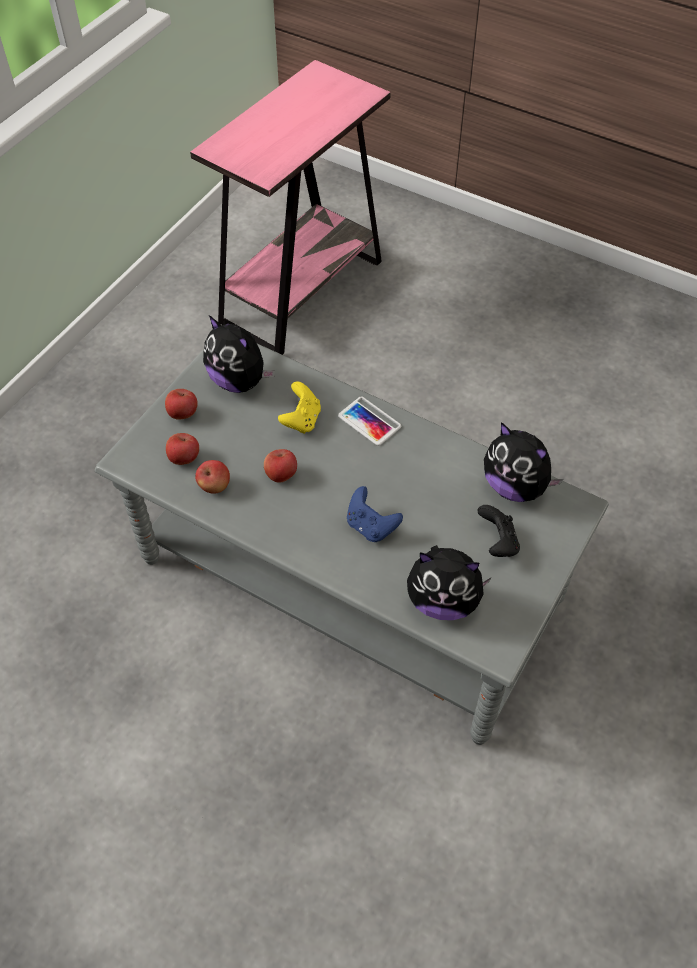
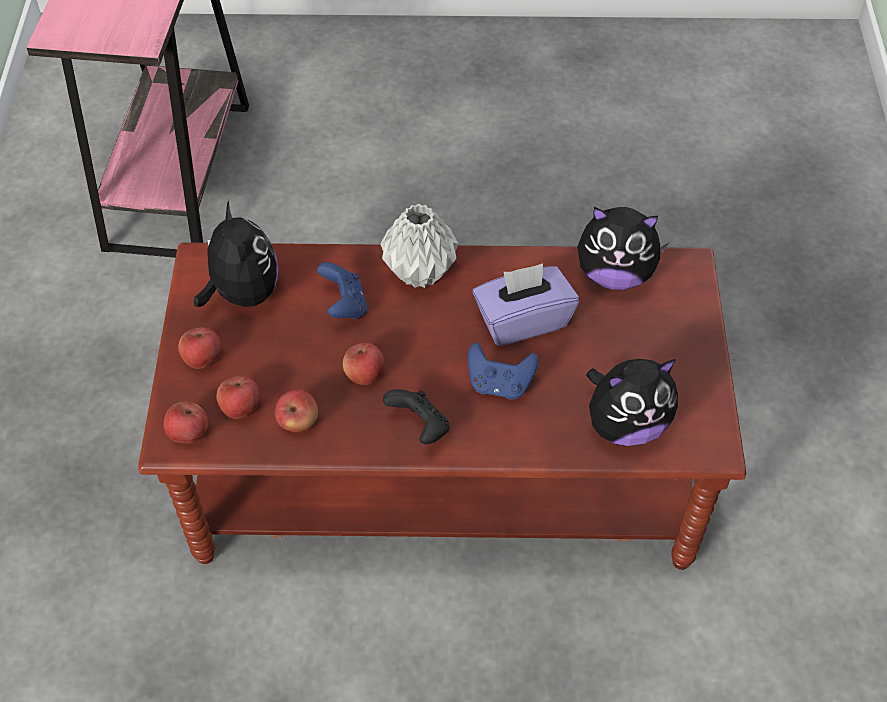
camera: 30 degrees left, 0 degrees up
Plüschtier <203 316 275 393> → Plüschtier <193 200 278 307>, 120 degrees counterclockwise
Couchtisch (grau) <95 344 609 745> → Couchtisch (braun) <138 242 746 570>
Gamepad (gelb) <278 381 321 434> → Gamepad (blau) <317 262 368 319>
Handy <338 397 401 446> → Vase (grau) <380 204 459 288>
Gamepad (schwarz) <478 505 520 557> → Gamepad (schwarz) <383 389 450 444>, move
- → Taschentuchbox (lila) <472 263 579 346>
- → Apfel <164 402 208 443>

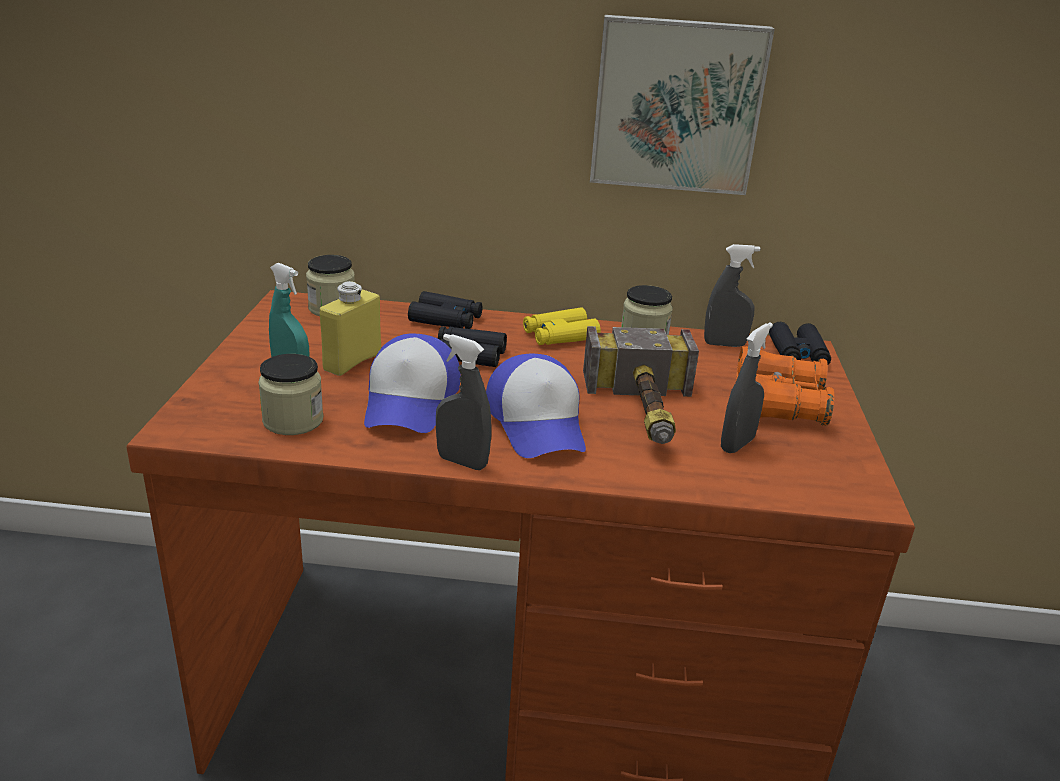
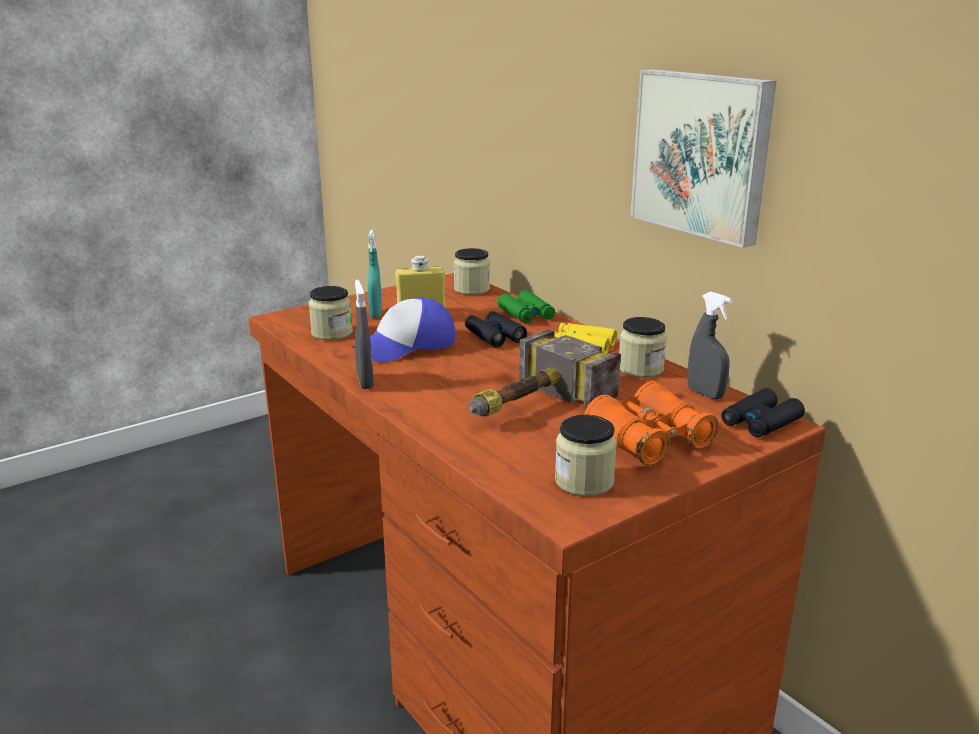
camera: 50 degrees right, 5 degrees down
Fernglas (schwarz) <408 291 483 329> → Fernglas (grün) <497 290 555 323>
Sprühflasche (grau) <721 323 773 453> → -
Kappe <486 354 586 458> → -
- → Vorratsglas <555 415 617 496>

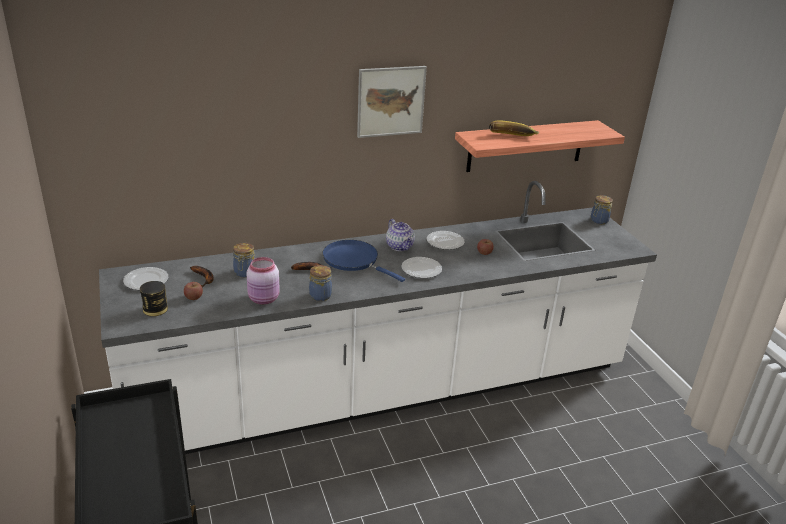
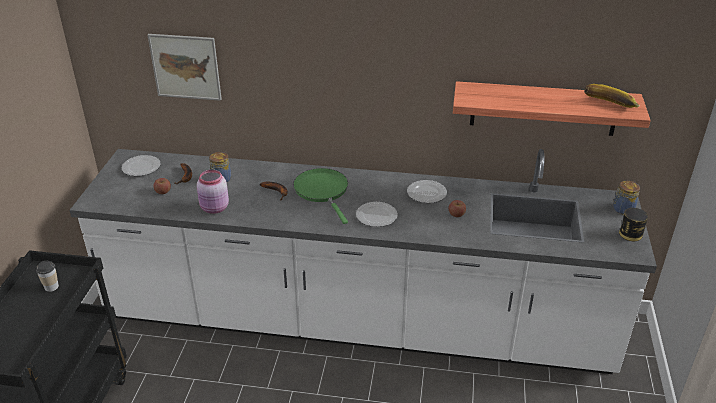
camera: 30 degrees right, 5 degrees up
Bild <357 66 427 138> → Bild <147 34 222 101>, move
Banane <489 121 539 136> → Banane <584 84 640 108>, move
Teekanne <386 219 415 251> → -
Pfanne (blau) <322 240 405 282> → Pfanne (grün) <293 168 348 224>
Vorratsglas <309 265 332 301> → -
Dose <140 281 168 316> → Dose <619 208 648 241>, move
- → Tasse <36 261 59 292>

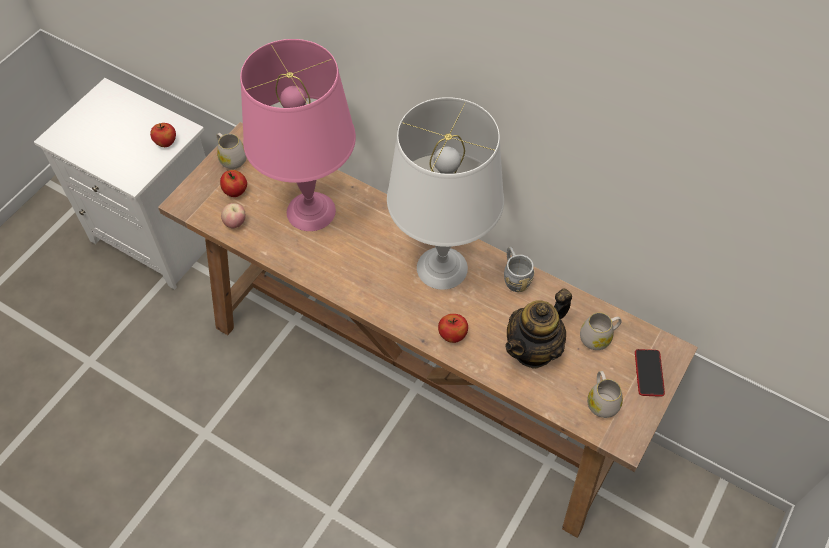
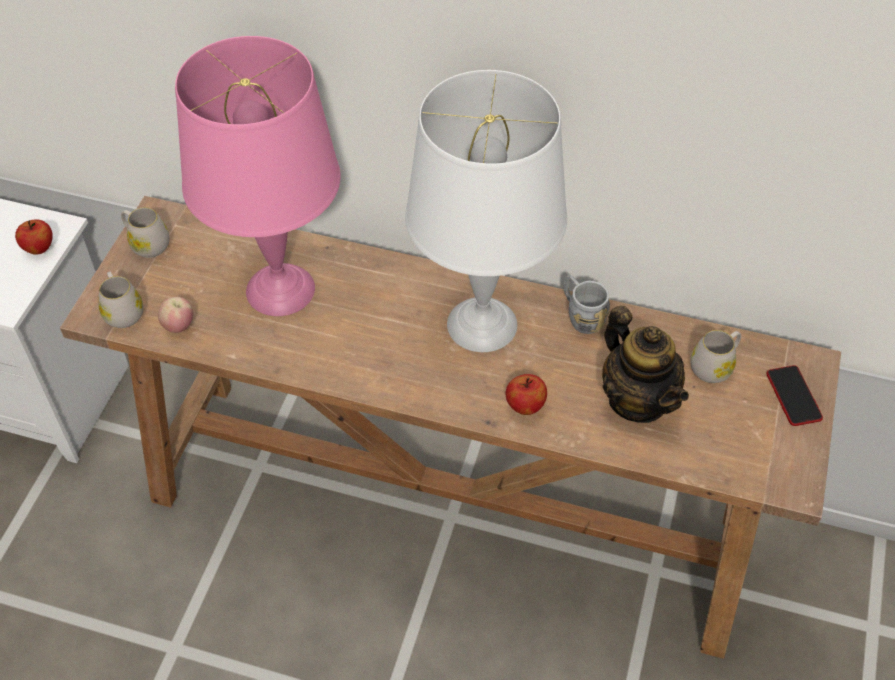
camera: 15 degrees left, 5 degrees down
Apfel <220 170 247 197> → -
Teekanne <505 289 572 369> → Teekanne <602 306 689 423>, 60 degrees counterclockwise
Henkelbecher (weiß) <587 371 623 418> → Henkelbecher (weiß) <98 271 144 328>, move

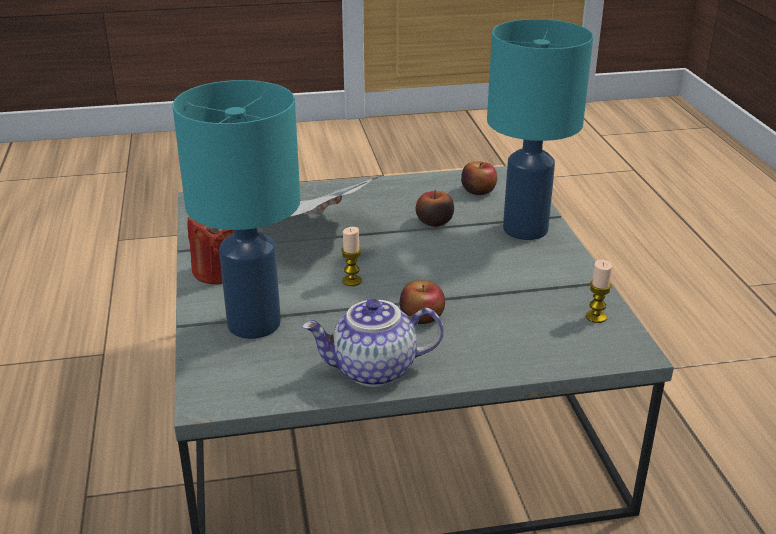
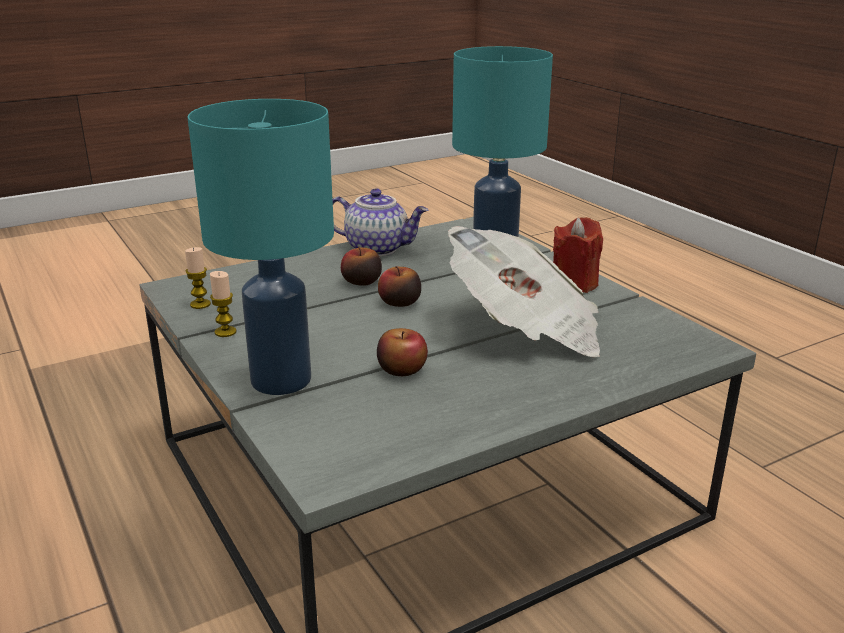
camera: 160 degrees right, 5 degrees down
Apfel <461 161 497 195> → Apfel <378 266 421 307>, move
Kerze <341 227 362 286> → Kerze <210 271 237 337>, move
Teekanne <302 299 444 387> → Teekanne <333 188 428 257>, 45 degrees clockwise

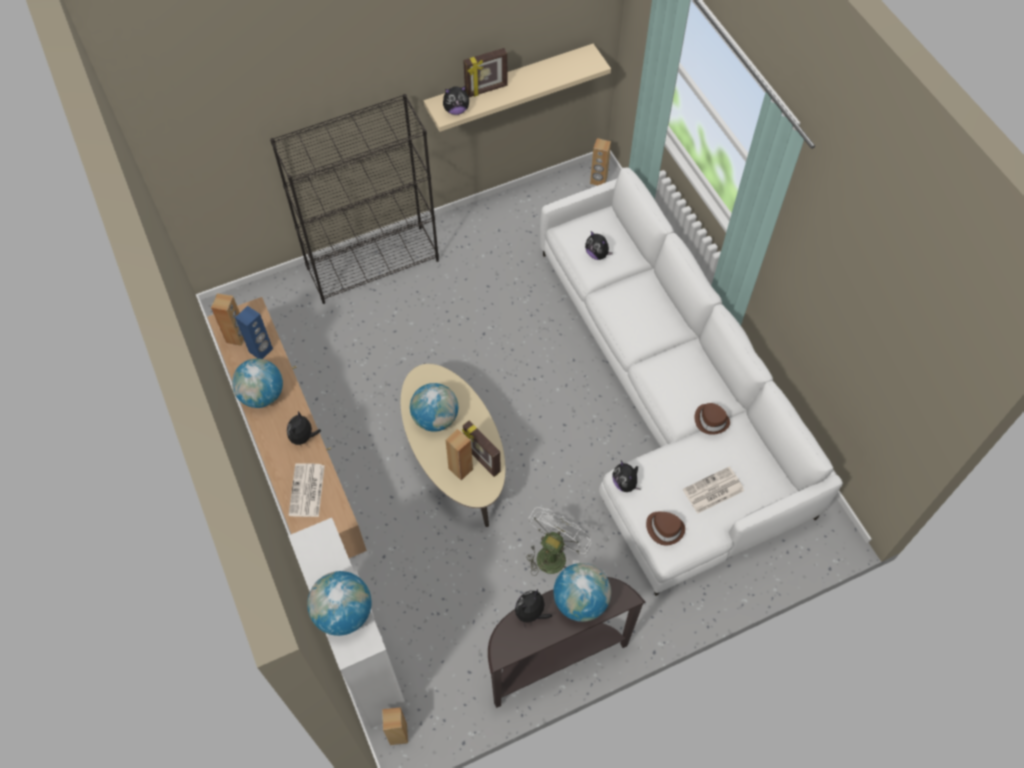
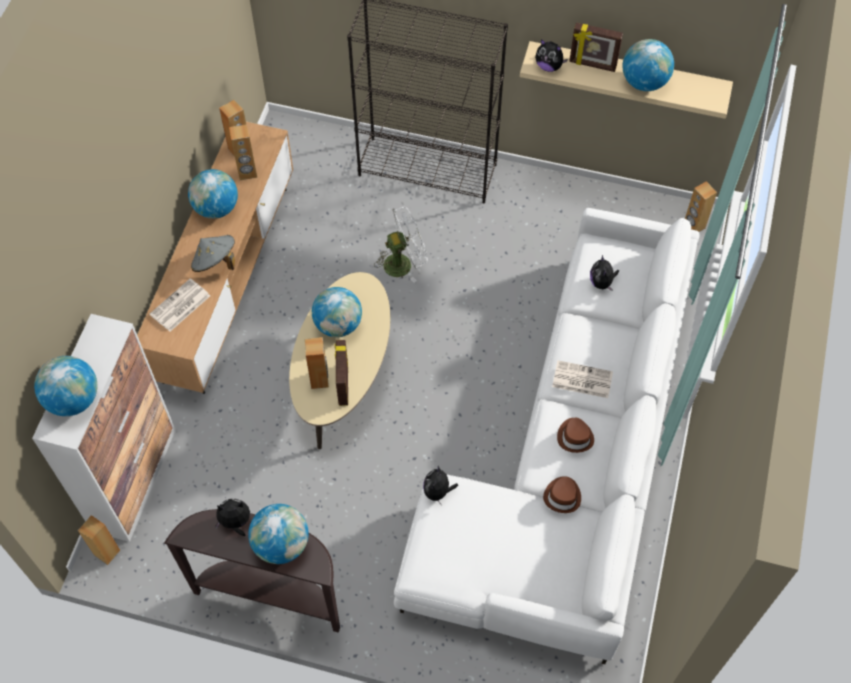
camera: 40 degrees right, 0 degrees up
Lautsprecher (blau) <235 306 273 359> → Lautsprecher (braun) <229 124 257 180>
Plüschtier <287 411 321 448> → Hut (grau) <191 235 235 272>
Zeitung <683 466 744 514> → Zeitung <552 360 613 398>, move
Ventilator (weiß) <526 507 592 576> → Ventilator (weiß) <374 207 428 283>, move
Hut (braun) <646 512 685 545> → Hut (braun) <557 418 594 453>, move
- → Globus <622 39 674 91>

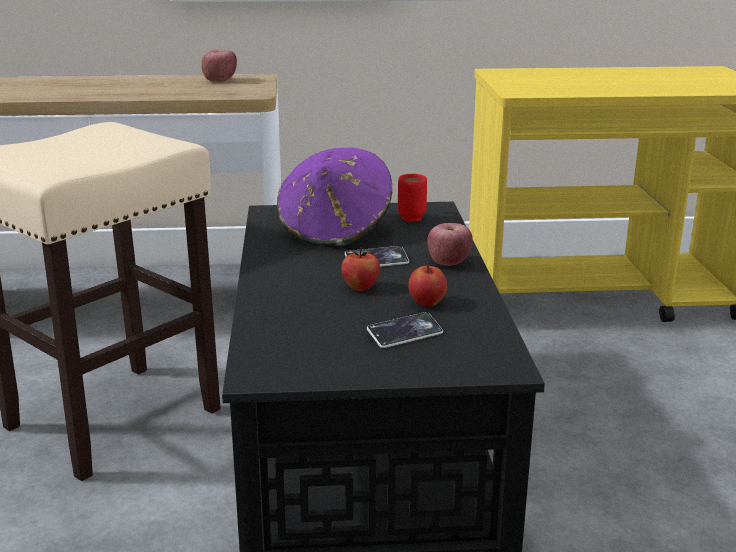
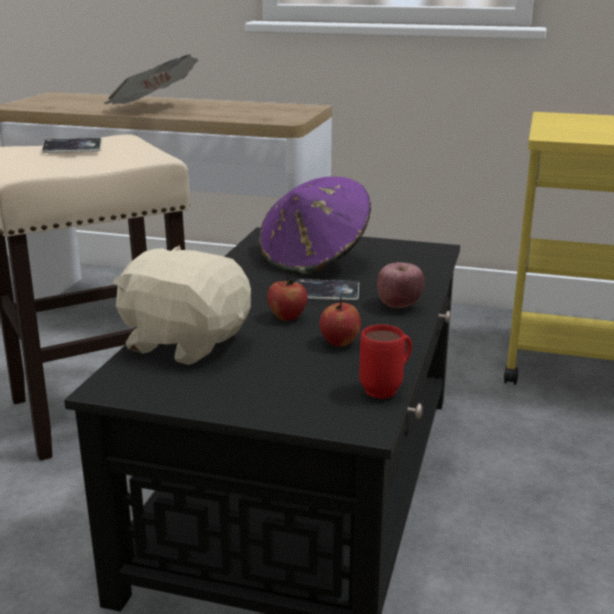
camera: 20 degrees right, 0 degrees up
Apfel <201 49 237 82> → -
Henkelbecher (rot) <398 174 427 222> → Henkelbecher (rot) <359 324 412 399>, move
Handy <367 312 443 348> → Handy <42 138 102 153>, move
- → Zeitung <104 54 198 105>
- → Plüschtier (beige) <113 245 251 365>

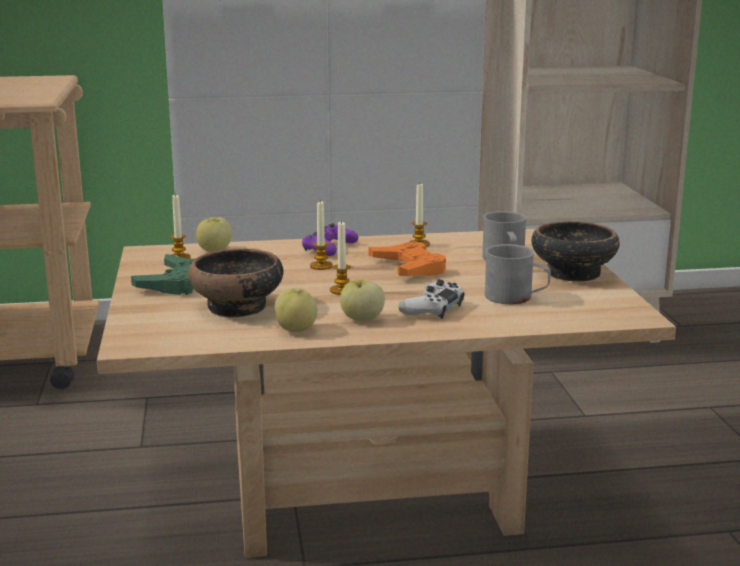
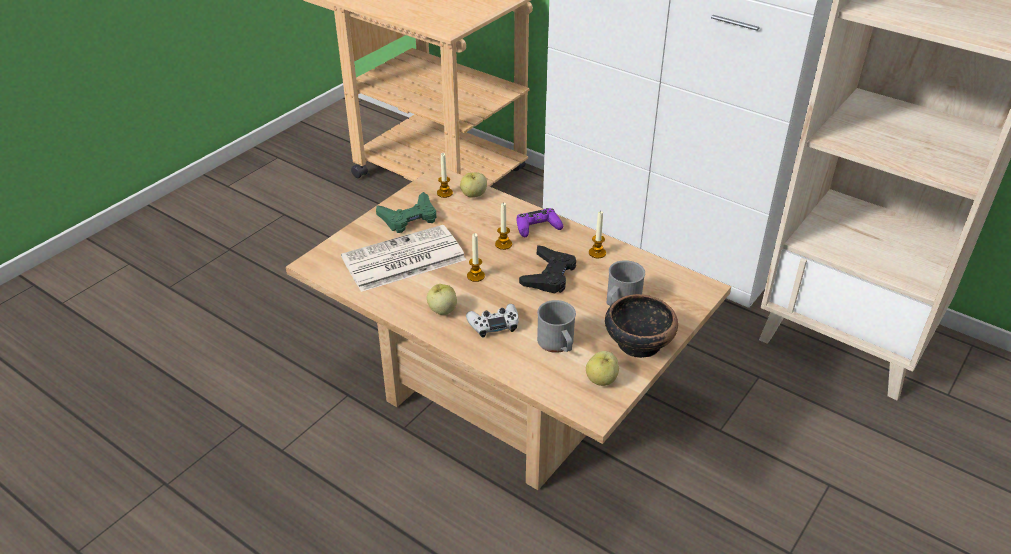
camera: 45 degrees right, 20 degrees up
Gamepad (orange) <368 242 446 276> → Gamepad (schwarz) <519 245 576 294>
Schüssel <188 249 284 317> → Zeitung <341 225 466 292>
Apfel <275 288 318 332> → Apfel <586 351 619 386>, move

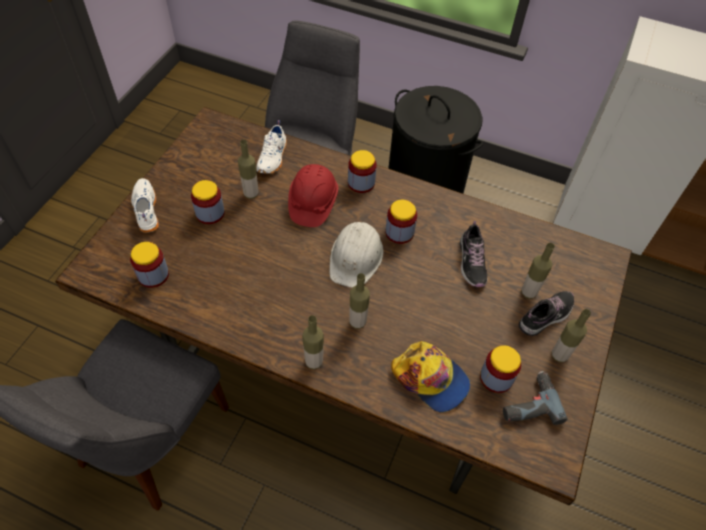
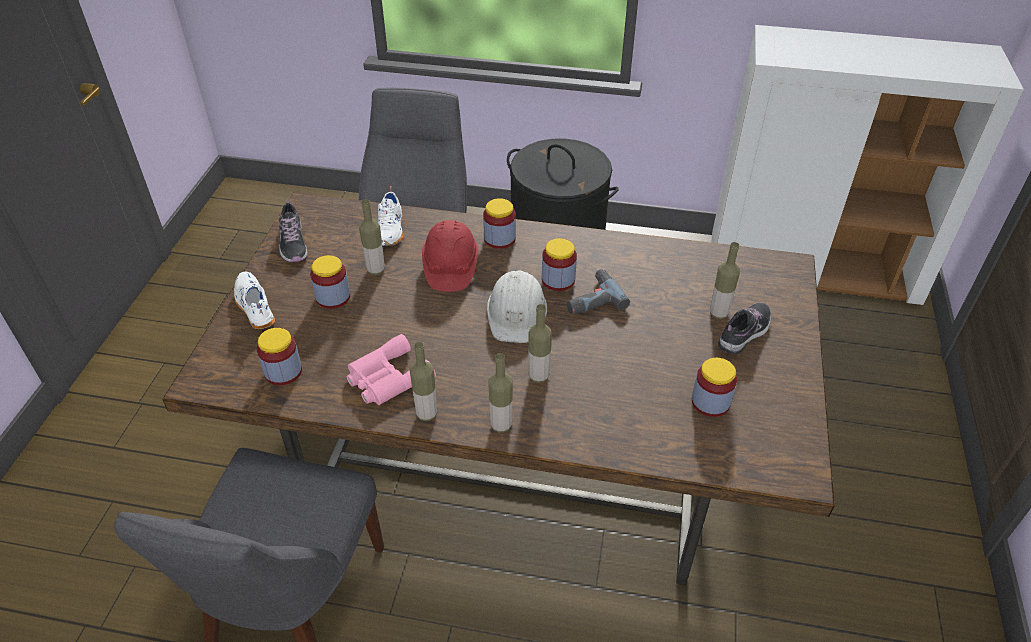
camera: 10 degrees left, 10 degrees down
Schuh <460 221 488 287> → Schuh <279 199 307 262>, move
Flasche <552 309 591 362> → Flasche <410 342 437 421>, move
Kappe <391 341 470 412> → -
Bohrmaschine <503 371 568 425> → Bohrmaschine <567 269 630 314>, move
- → Fernglas (rosa) <347 334 436 405>

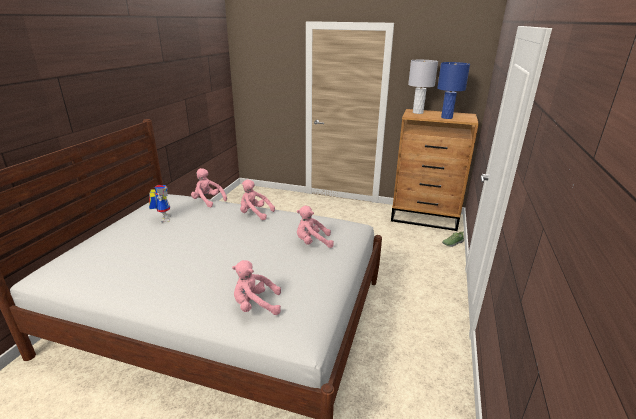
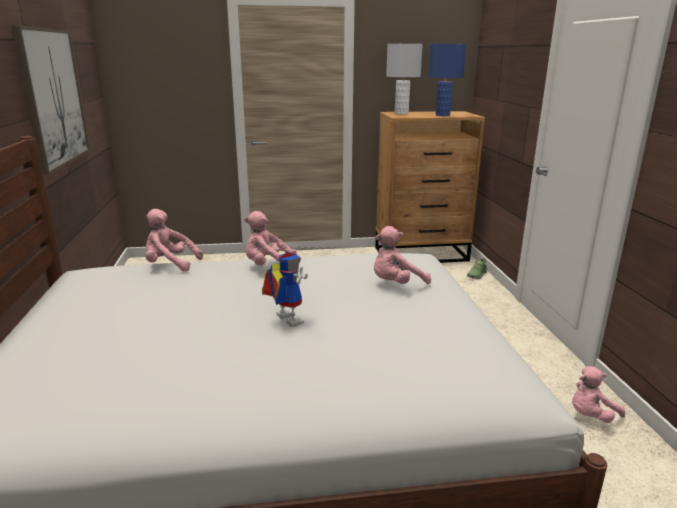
camera: 25 degrees left, 5 degrees down
Spielzeugroboter <149 185 172 222> → Spielzeugroboter <262 252 308 327>, move
Plüschtier (rosa) <232 260 281 315> → Plüschtier (rosa) <572 366 625 423>, move
- → Bild <11 25 90 175>

